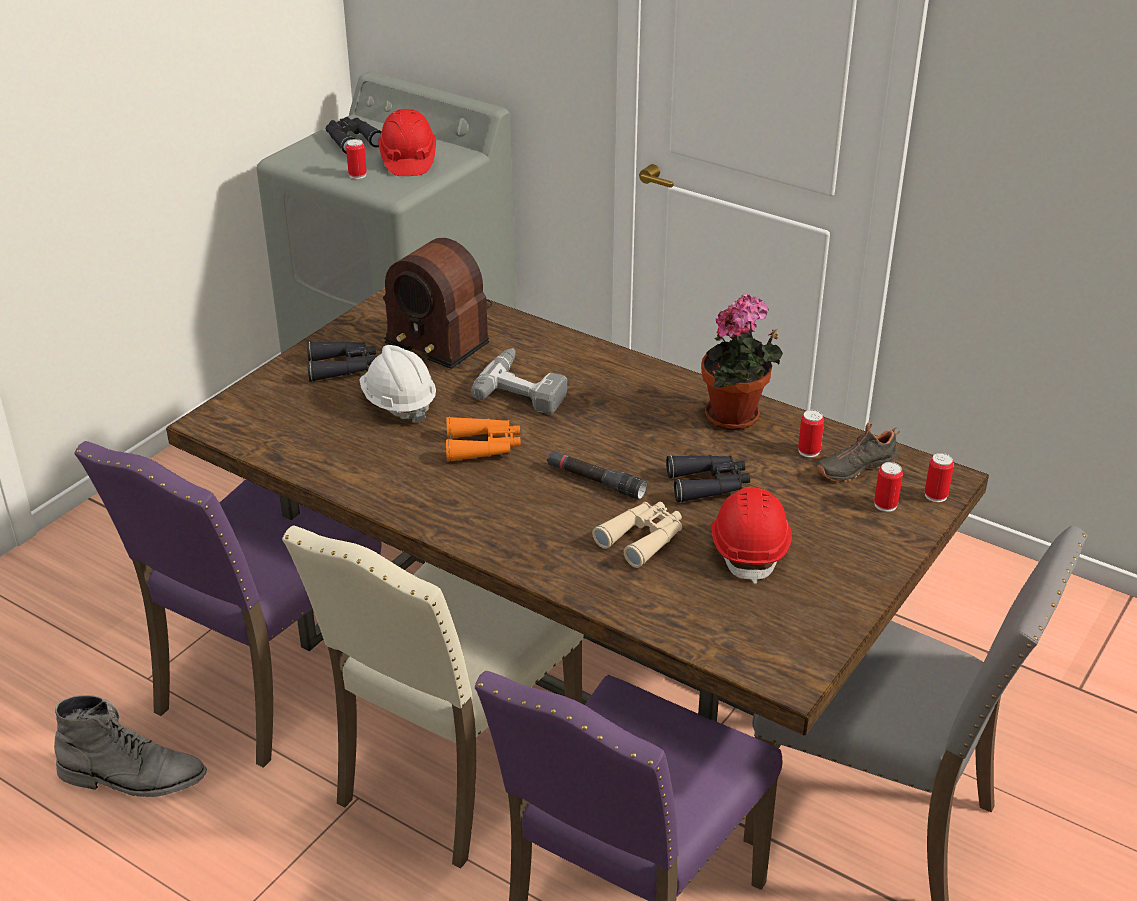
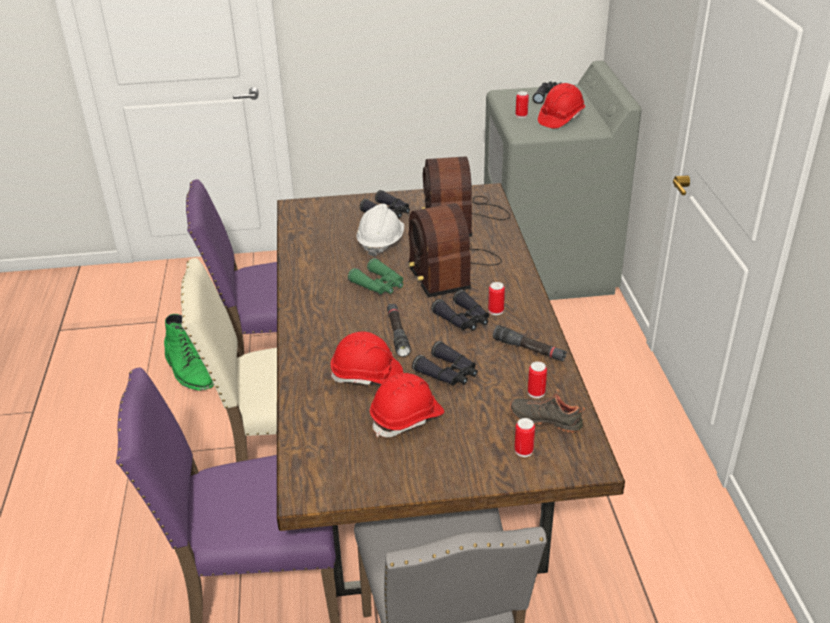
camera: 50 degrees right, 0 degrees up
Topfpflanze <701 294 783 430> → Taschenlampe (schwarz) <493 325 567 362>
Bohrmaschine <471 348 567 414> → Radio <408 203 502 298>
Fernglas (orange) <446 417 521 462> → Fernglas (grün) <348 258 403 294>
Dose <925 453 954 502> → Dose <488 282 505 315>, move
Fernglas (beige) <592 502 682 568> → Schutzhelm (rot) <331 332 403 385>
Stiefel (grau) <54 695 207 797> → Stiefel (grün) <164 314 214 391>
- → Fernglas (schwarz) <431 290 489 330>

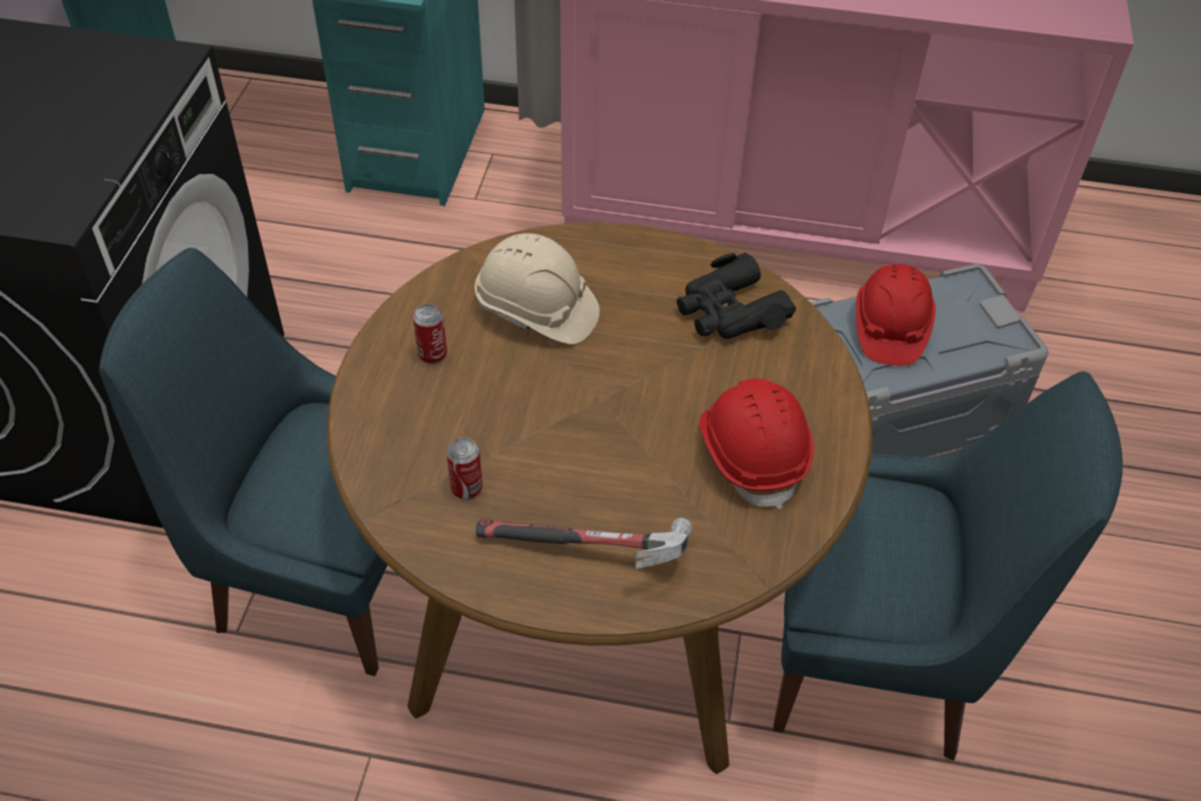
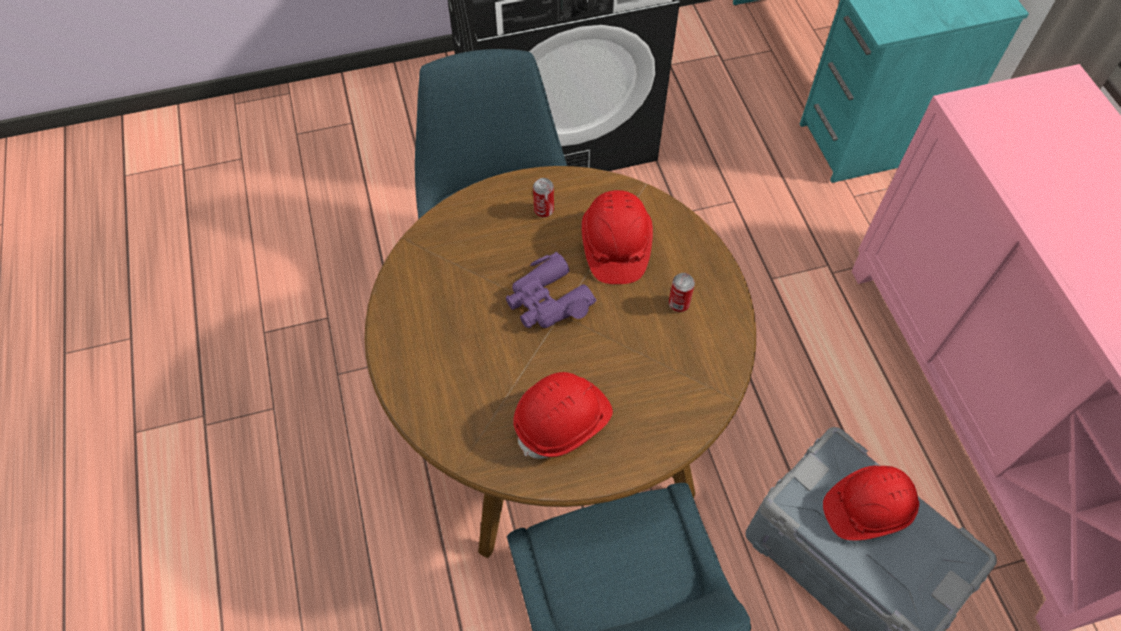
camera: 65 degrees right, 10 degrees up
Schutzhelm (beige) <475 233 600 344> → Schutzhelm (rot) <581 190 653 284>
Fernglas (schwarz) <677 252 796 339> → -
Dose <446 437 482 499> → Dose <669 273 695 312>, move
Hammer <476 518 693 569> → -
- → Fernglas (lila) <506 252 596 328>

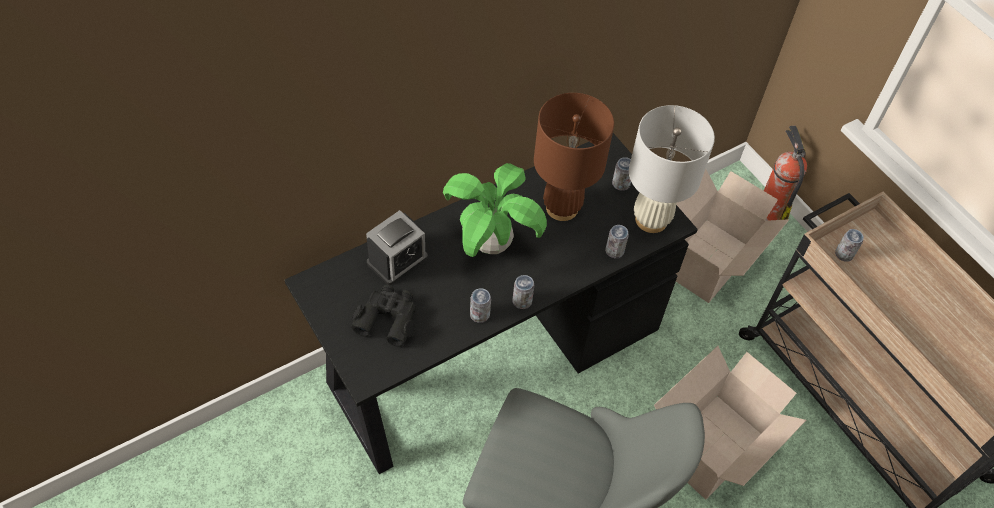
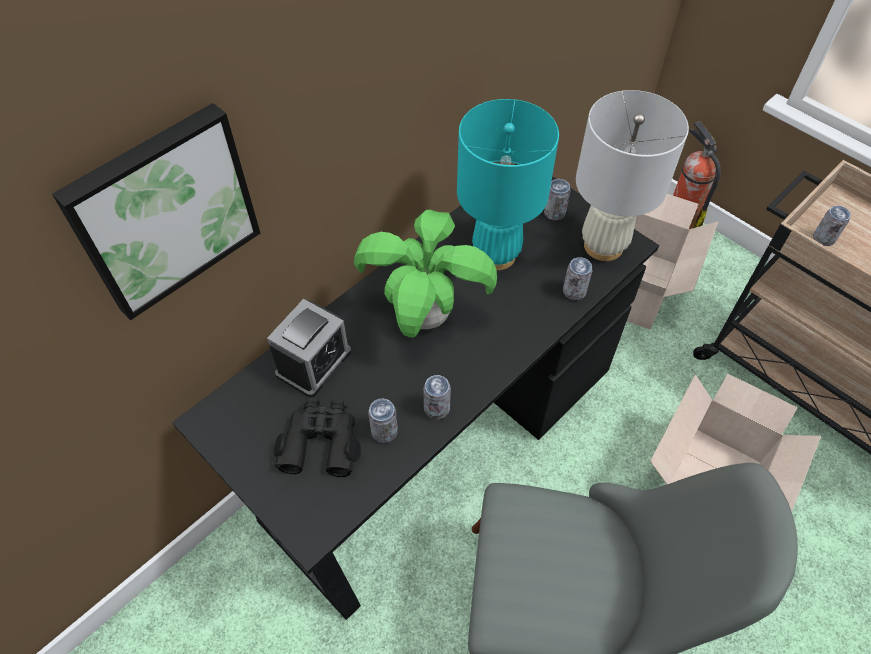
camera: 10 degrees left, 0 degrees up
Tischlampe (braun) <534 93 614 221> → Tischlampe (türkis) <457 99 559 270>
Dose <512 275 534 309> → Dose <368 398 398 443>, move
- → Bild <52 103 260 320>

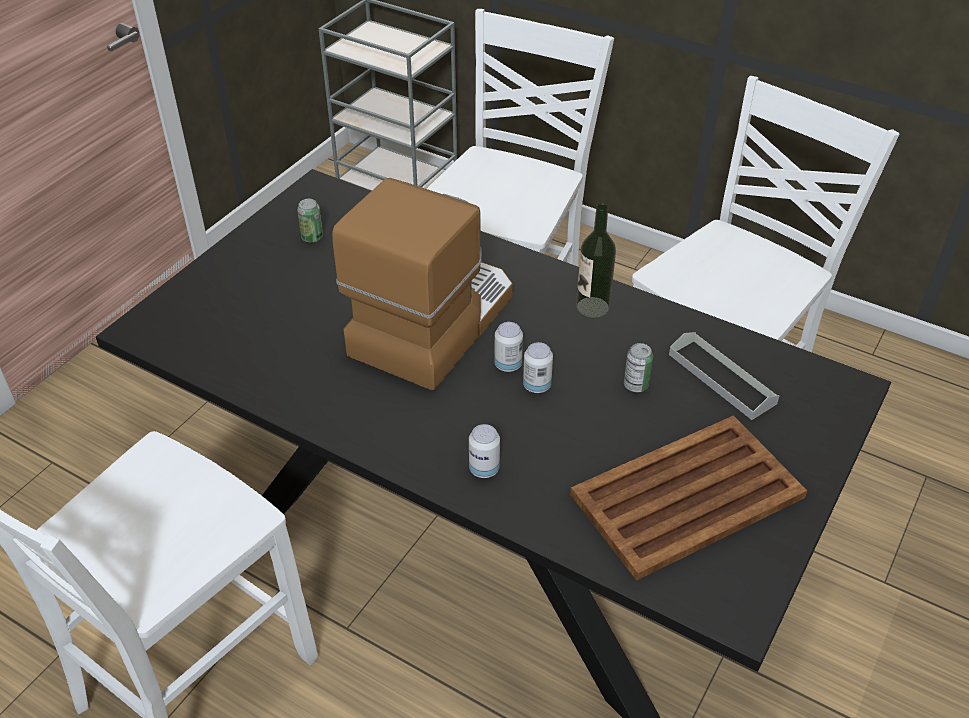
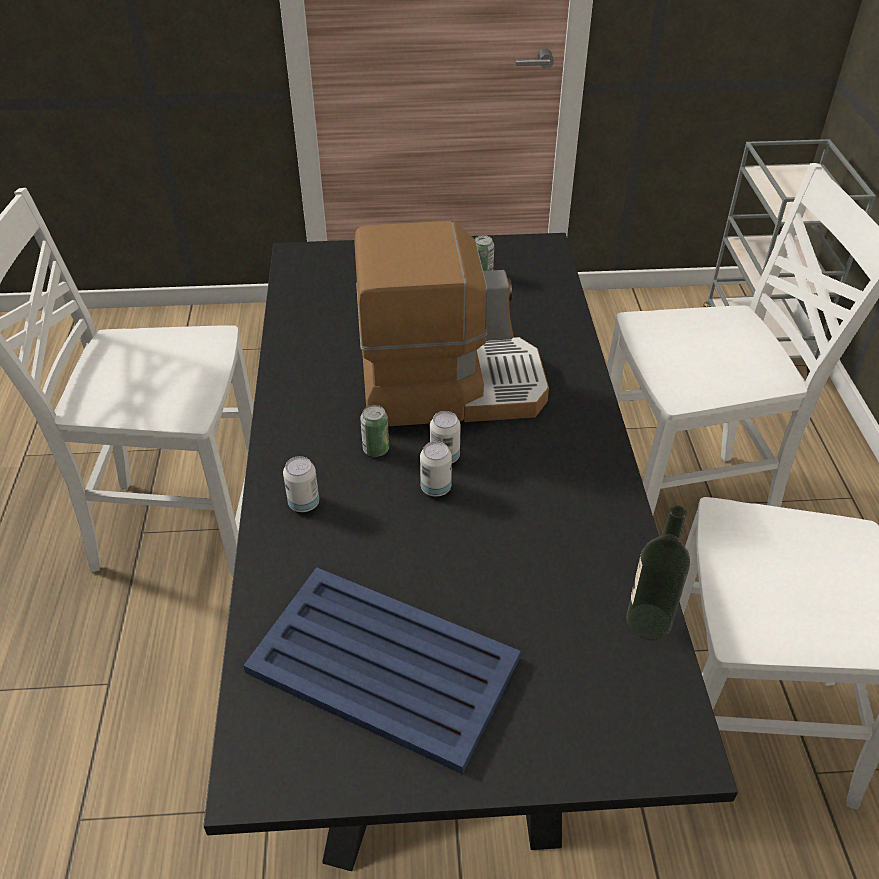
camera: 55 degrees right, 0 degrees up
Flasche <576 204 616 318> → Flasche <626 505 690 640>, move
Tablett (grau) <669 332 779 420> → -
Dose <624 343 653 392> → Dose <360 405 389 457>, move
Tablett (braun) <570 415 807 581> → Tablett (blau) <243 567 521 774>

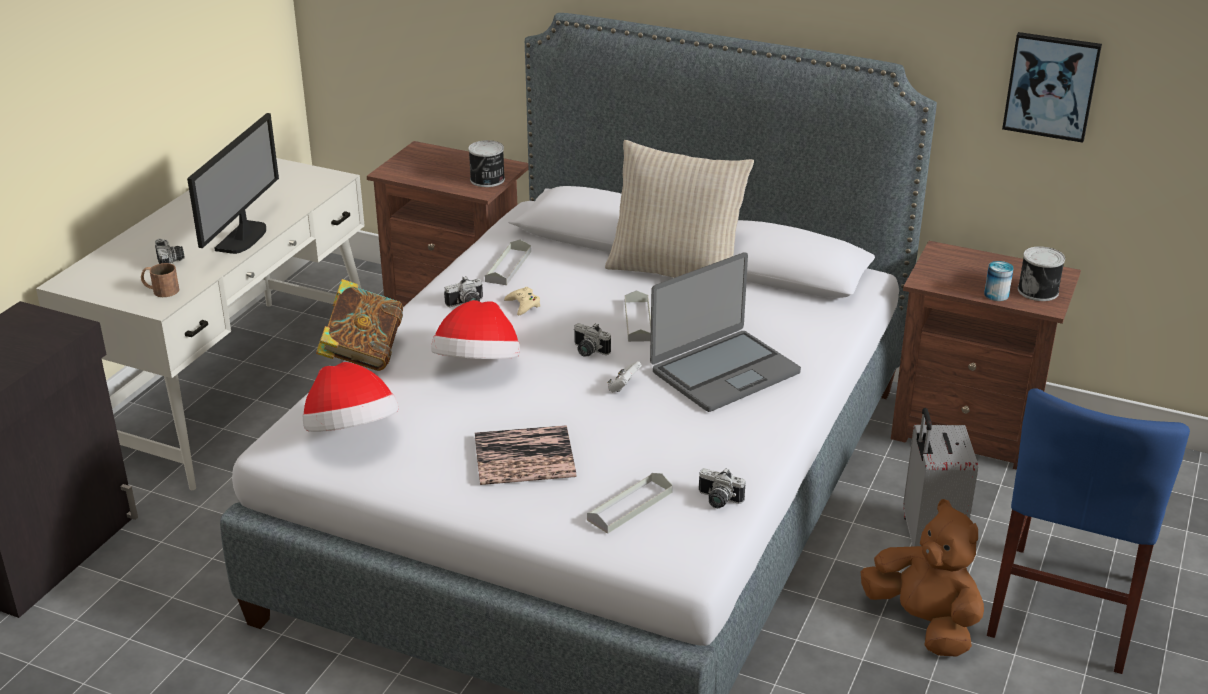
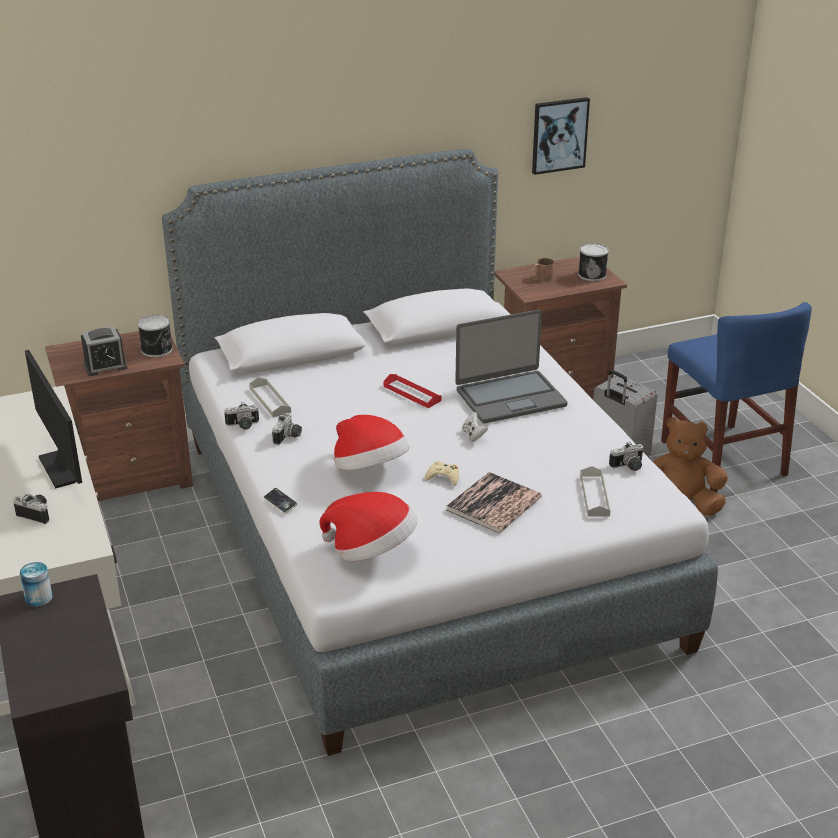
camera: 45 degrees left, 0 degrees up
Kissen (beige) <605 140 754 278> → -
Laptop <650 252 801 412> → Laptop <455 310 568 423>, 60 degrees clockwise
Dose <984 261 1014 301> → Dose <20 562 53 607>, move
Henkelbecher (braun) <141 263 179 297> → Henkelbecher (braun) <530 258 554 281>, move
Buch <316 279 403 371> → Handy <263 488 298 514>
Gamepad (beige) <504 287 540 315> → Gamepad (beige) <425 461 459 486>, move
Tablett (grau) <625 290 651 342> → Tablett (rot) <383 374 441 408>
Kamera <574 323 611 357> → Kamera <224 402 259 430>, move
- → Wecker <81 326 128 376>

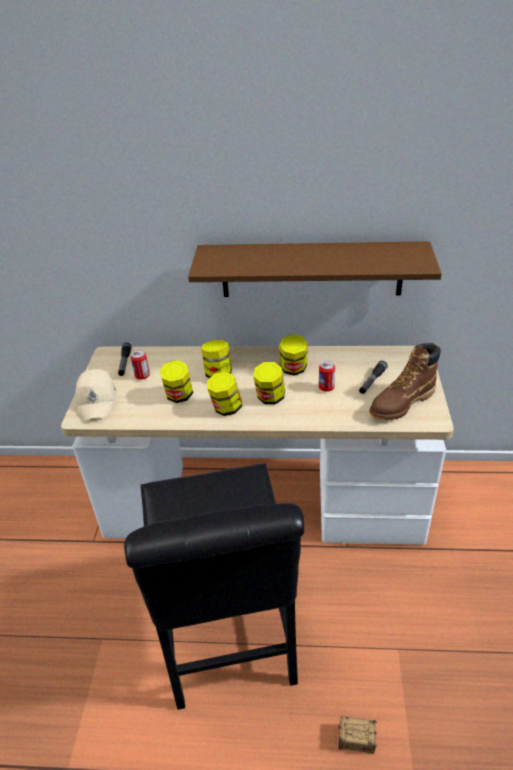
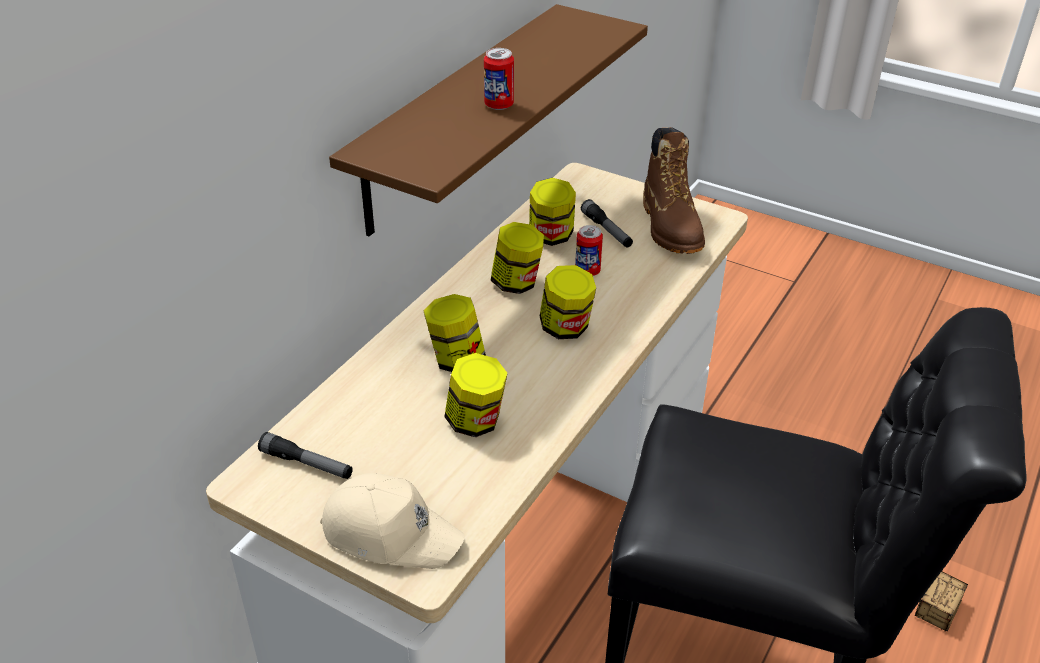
camera: 65 degrees left, 0 degrees up
Dose <131 350 150 380> → Dose <484 48 514 110>, move
Vorratsglas <207 371 242 416> → Vorratsglas <529 177 576 246>, move

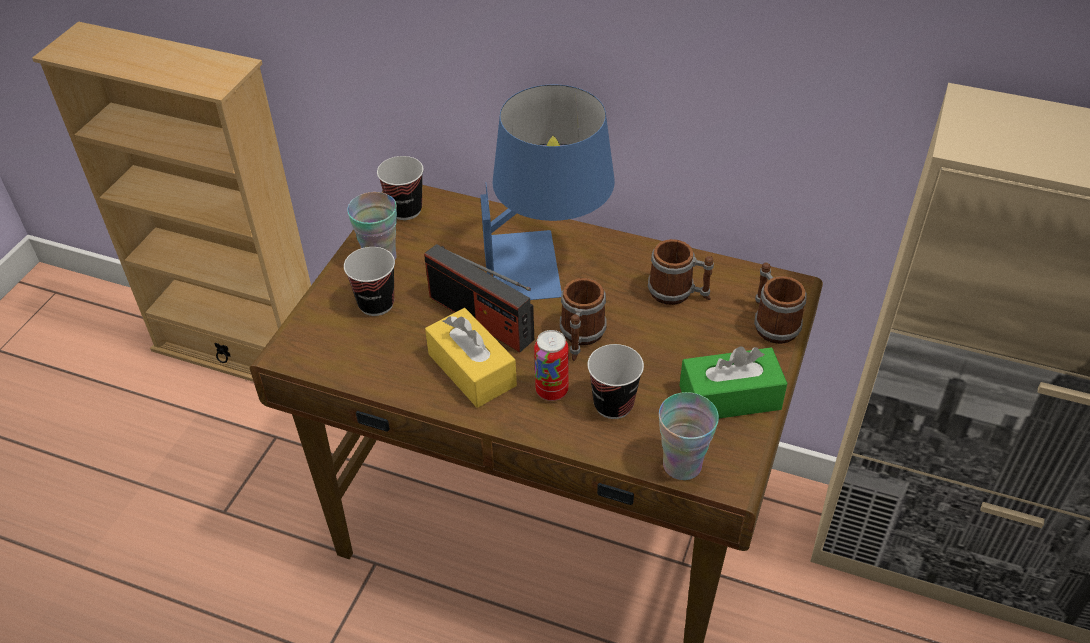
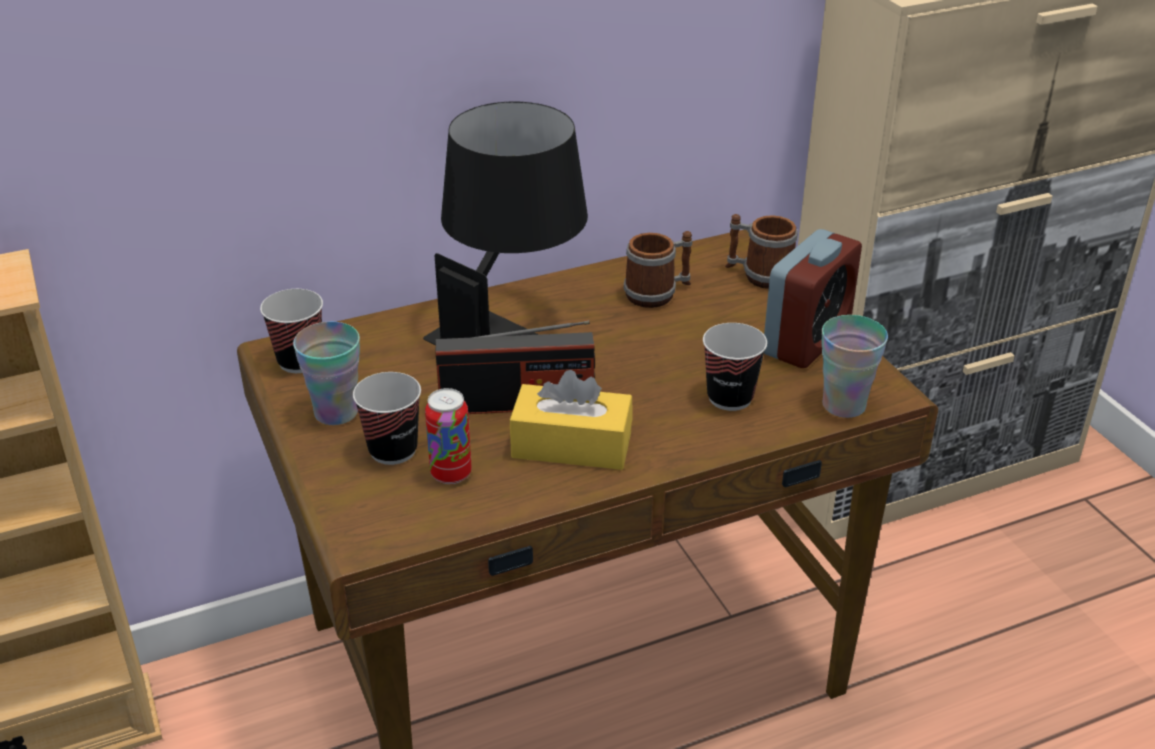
camera: 45 degrees left, 10 degrees down
Tischlampe (blau) <480 85 615 300> → Tischlampe (schwarz) <423 102 588 345>
Henkelbecher <560 278 607 361> → -
Dose <534 330 568 401> → Dose <425 388 472 484>, move
Taschentuchbox (grün) <680 346 787 418> → Wecker <764 229 862 368>

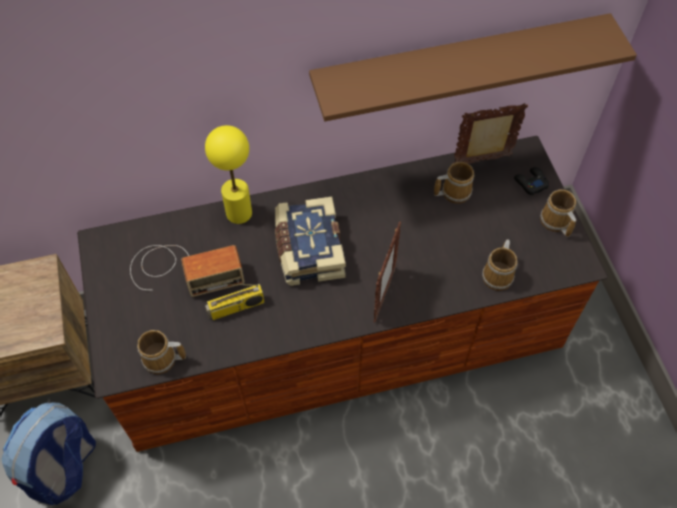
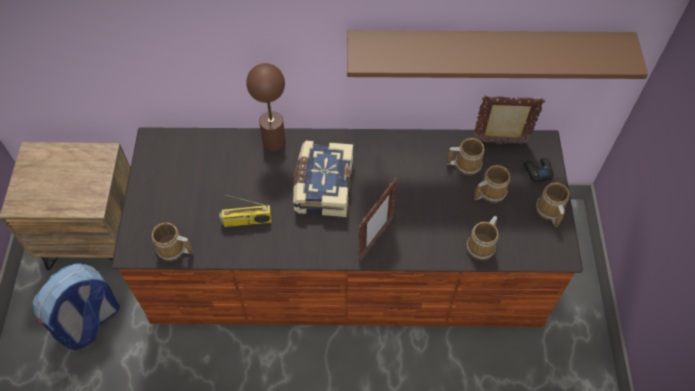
camera: 15 degrees right, 0 degrees up
Tischlampe (gelb) <205 125 252 224> → Tischlampe (braun) <246 63 286 151>
Radio <130 245 245 297> → -
- → Henkelbecher <474 165 510 203>

